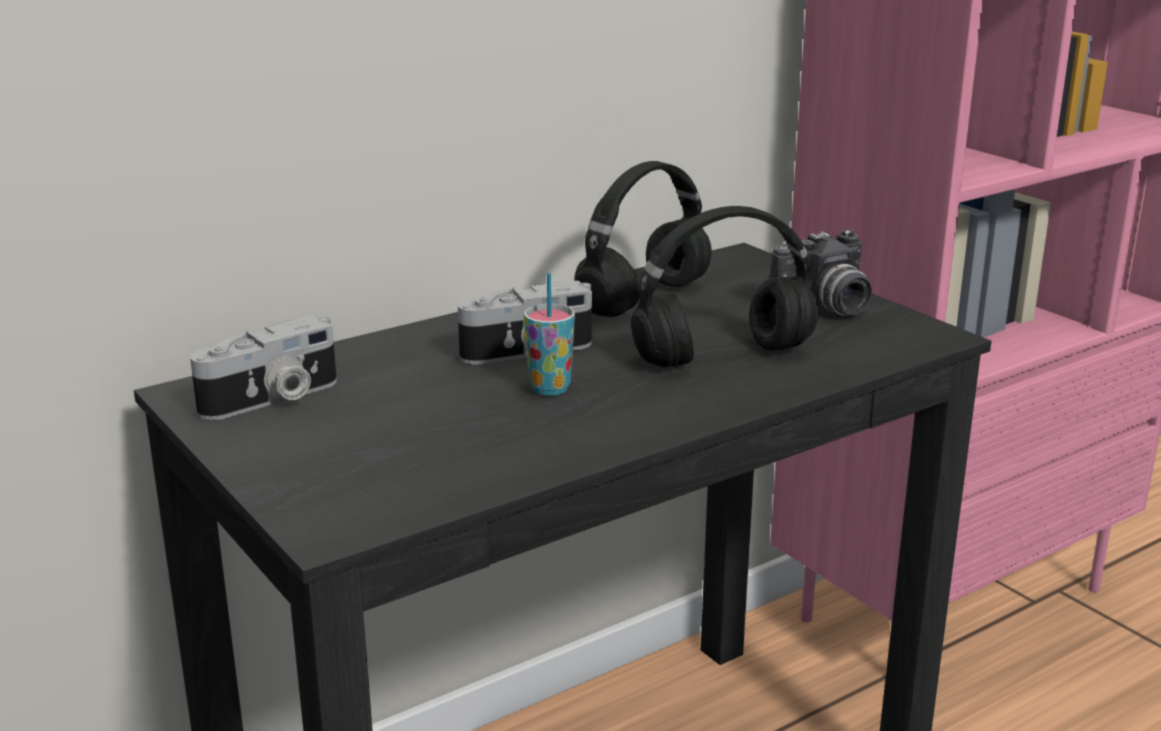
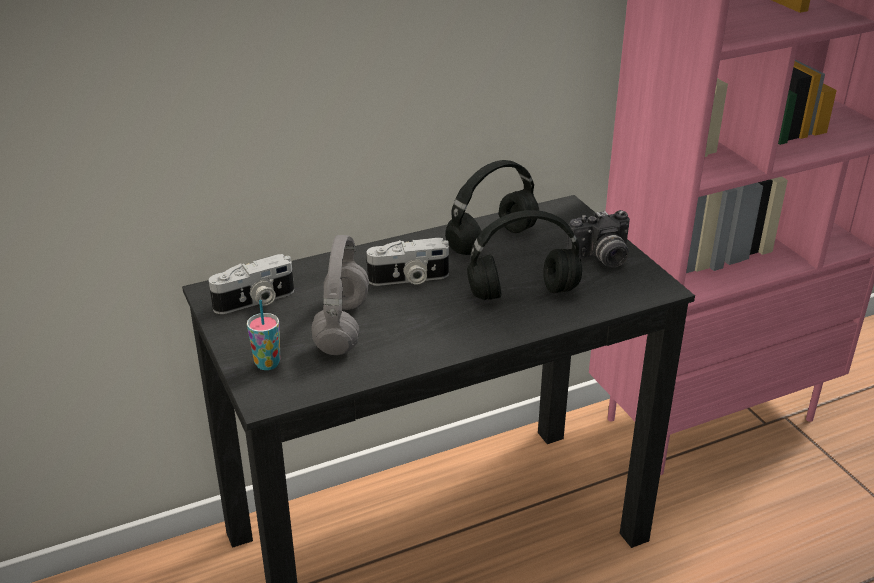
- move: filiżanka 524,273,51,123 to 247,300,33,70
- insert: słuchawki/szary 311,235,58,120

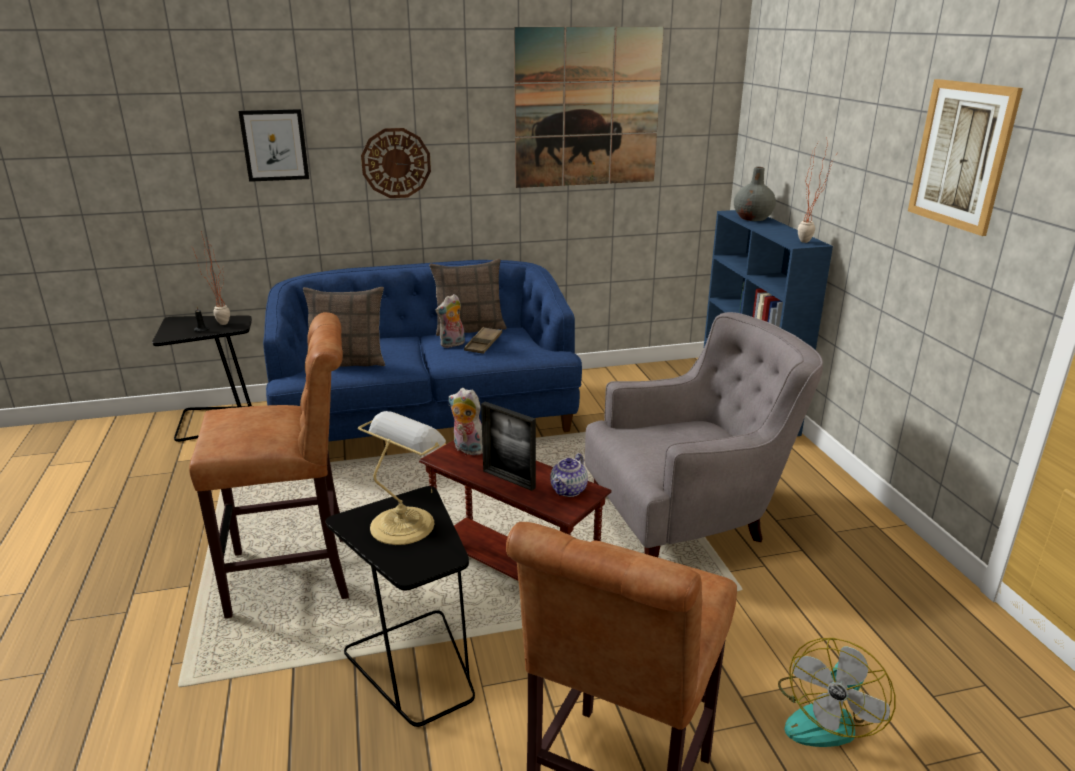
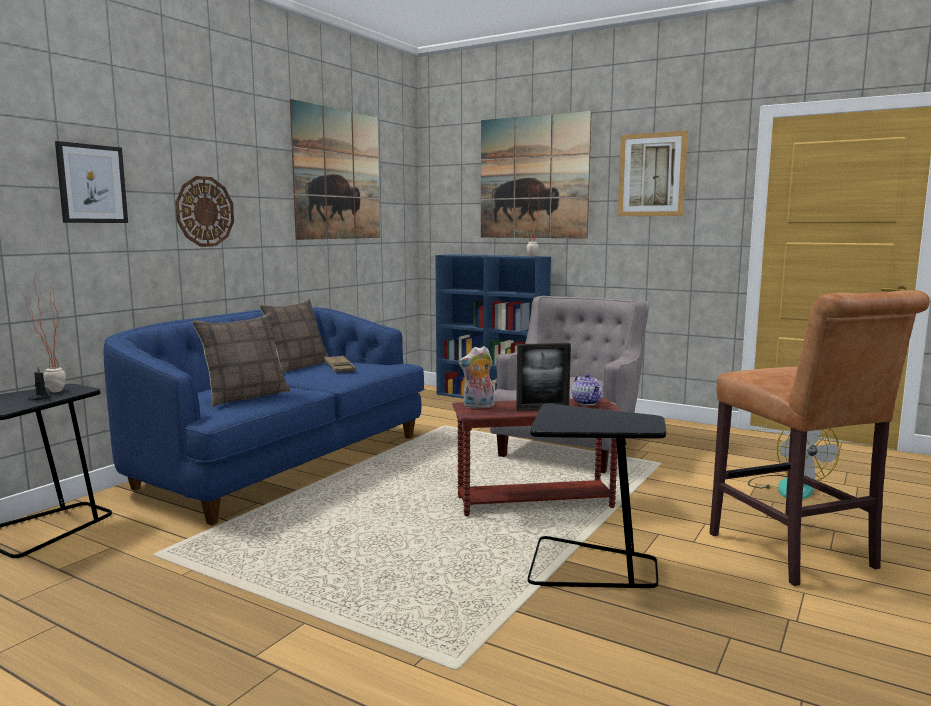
- delete: wazon/szary 734,167,42,54
- delete: pluszak 435,294,30,54
- delete: stołek/brązowy 189,312,160,306
- delete: lampa stołowa 358,411,88,134
- insert: obraz 481,111,111,127

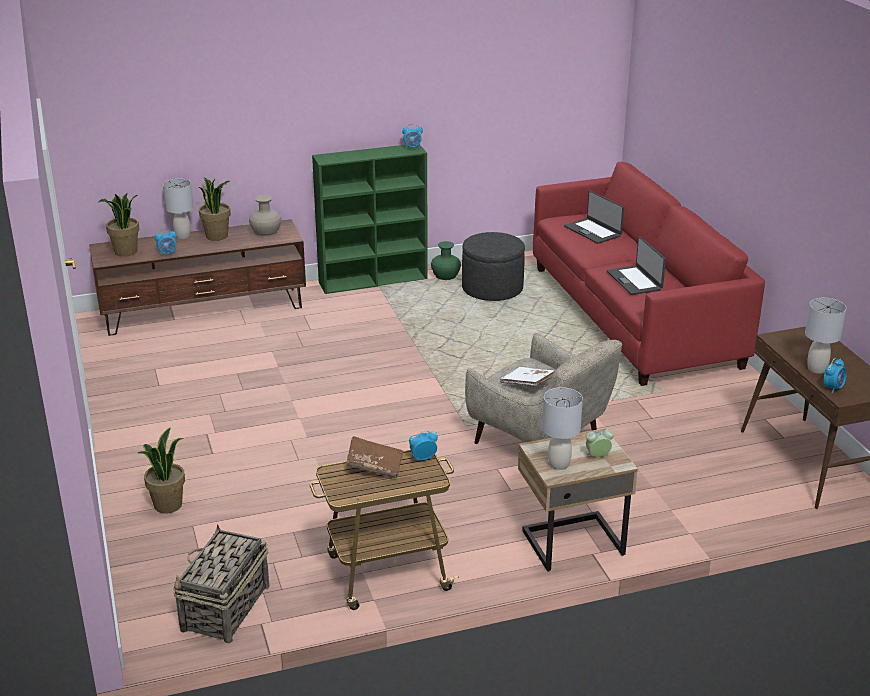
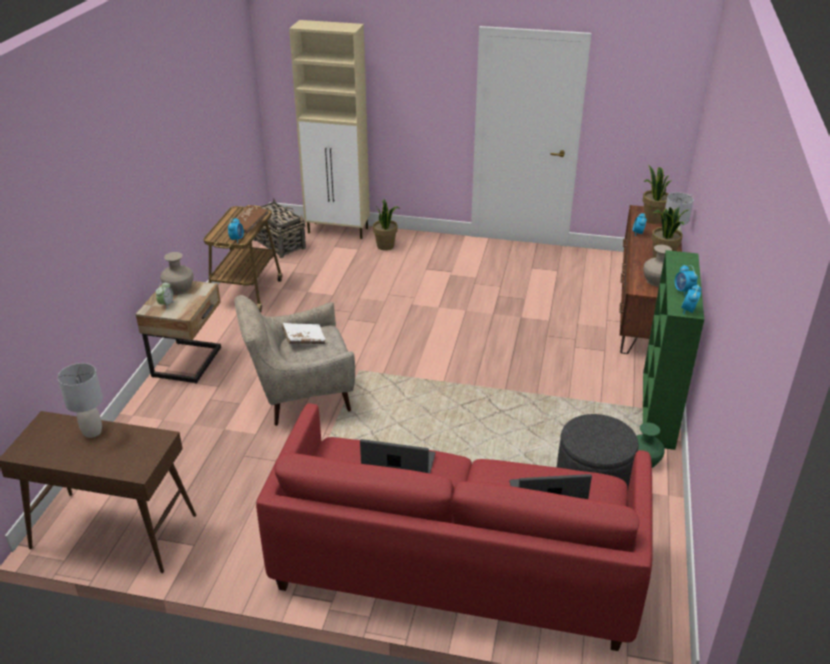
- move: budzik 824,358,23,36 to 675,265,23,31
- replace: lampa stołowa/szary 542,387,41,83 to wazon/beżowy 160,252,34,43
- insert: szafka/beżowy 289,20,81,219

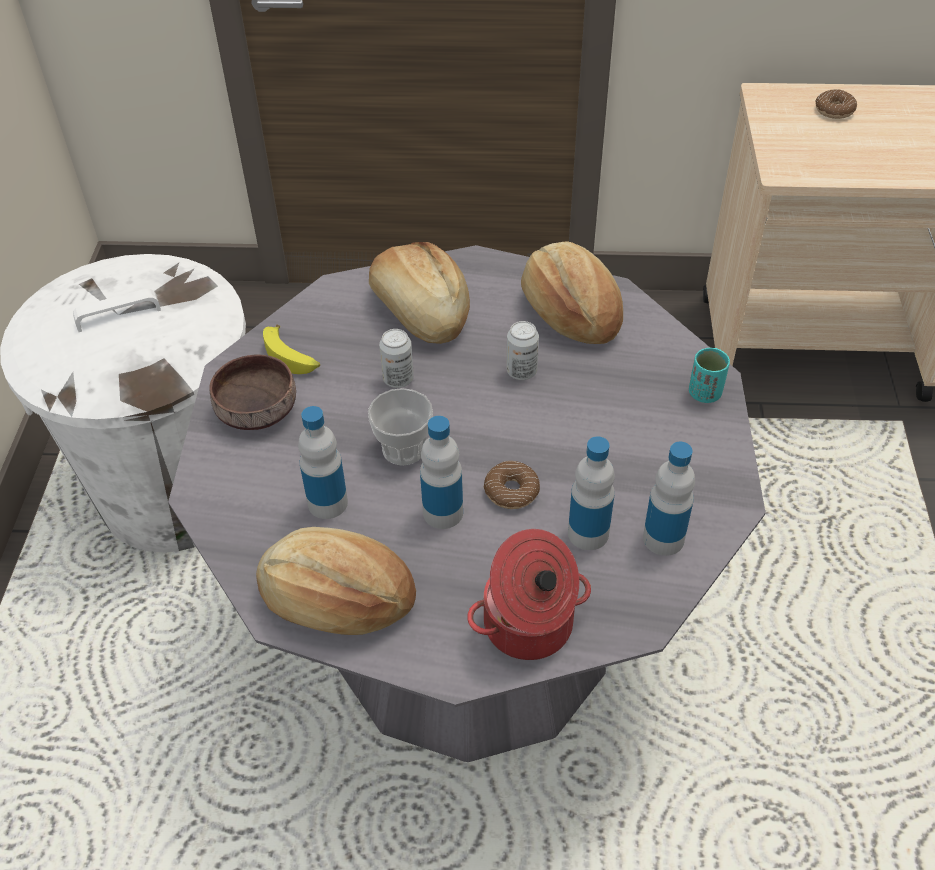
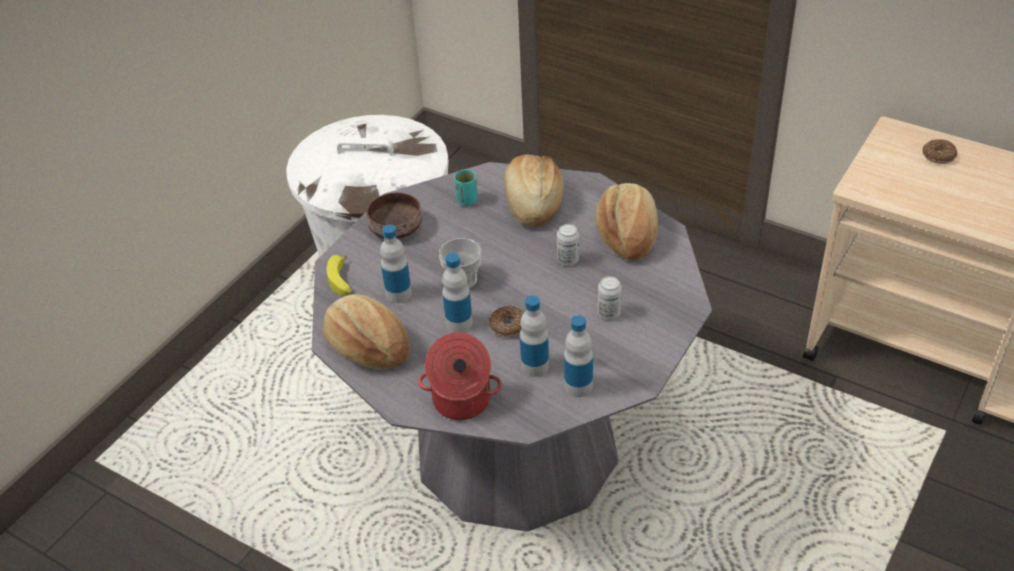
- move: banan 263,325,57,49 to 327,255,25,40
- move: puszka 379,329,35,59 to 598,276,24,44
- move: filiżanka/turkusowy 689,348,41,55 to 454,170,24,36

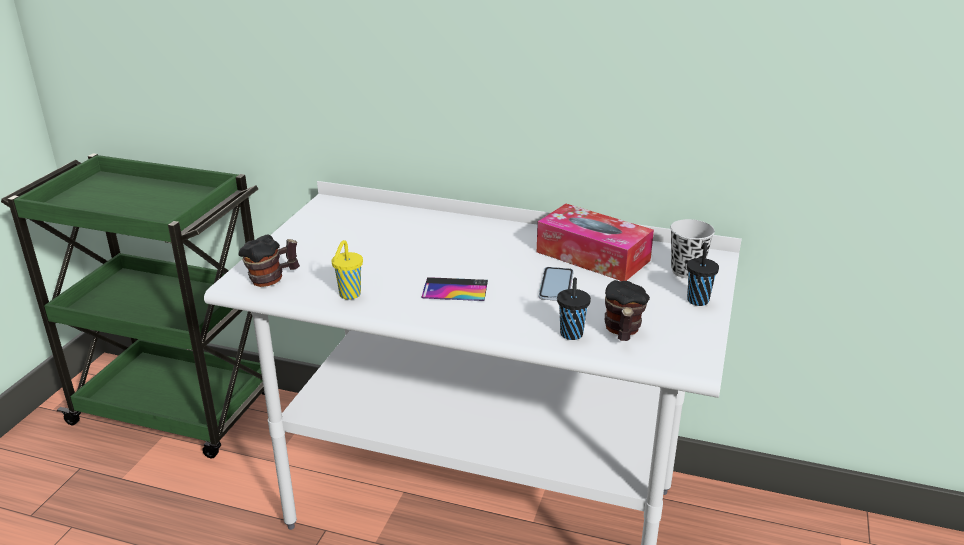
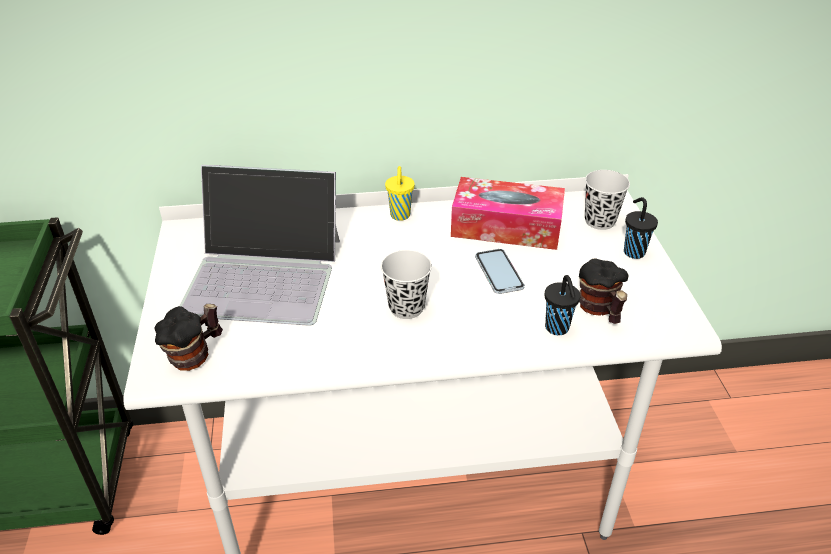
- move: filiżanka/żółty 332,240,31,60 to 385,166,30,55
- replace: telefon 421,277,67,24 to filiżanka/czarny 381,250,51,69
- insert: laptop 179,165,161,161

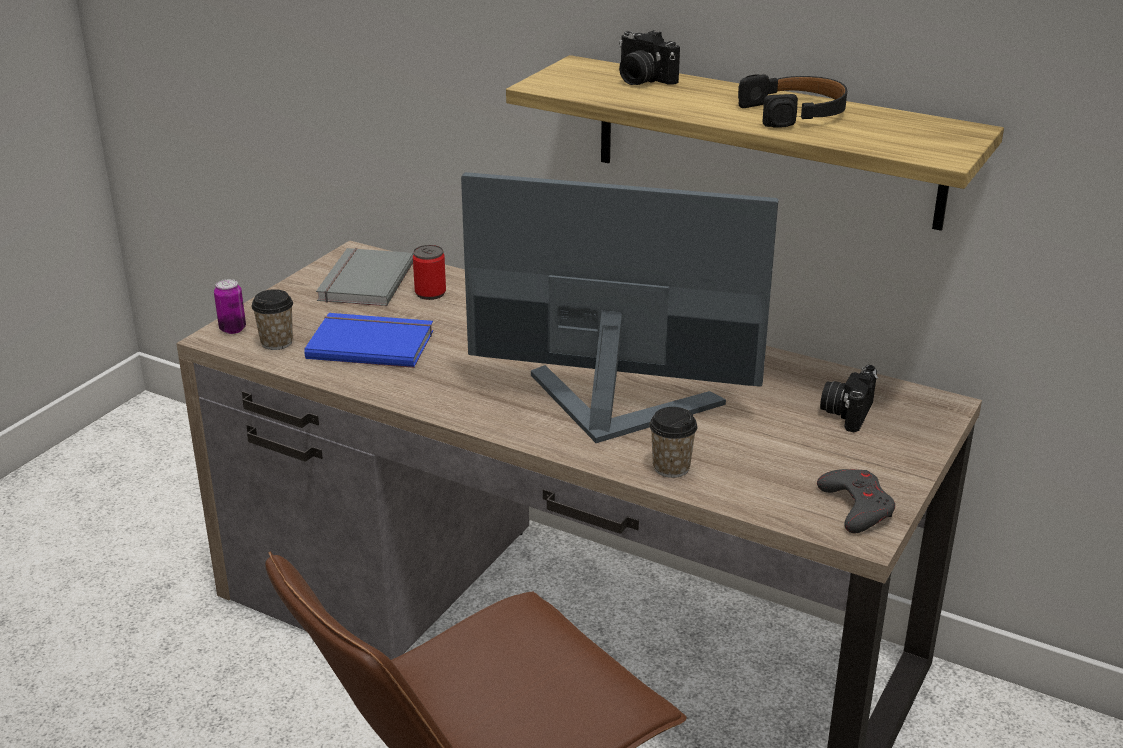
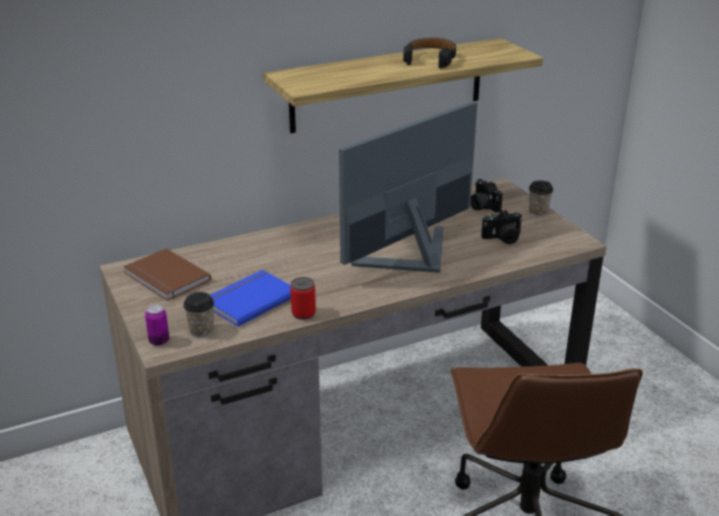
- move: aparat fotograficzny 619,30,61,55 to 481,210,42,34
- move: puszka 413,245,33,55 to 290,277,26,43
- recolor: książka/szary 316,248,97,58 to książka/brązowy 123,248,88,53
- move: filiżanka 649,407,49,71 to 529,180,24,36
- delete: pad do gier/szary 817,469,78,64

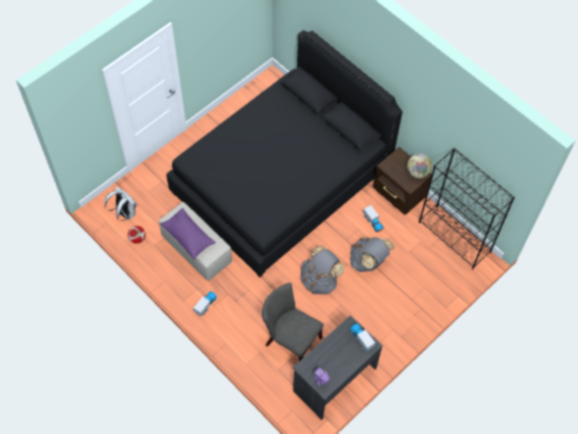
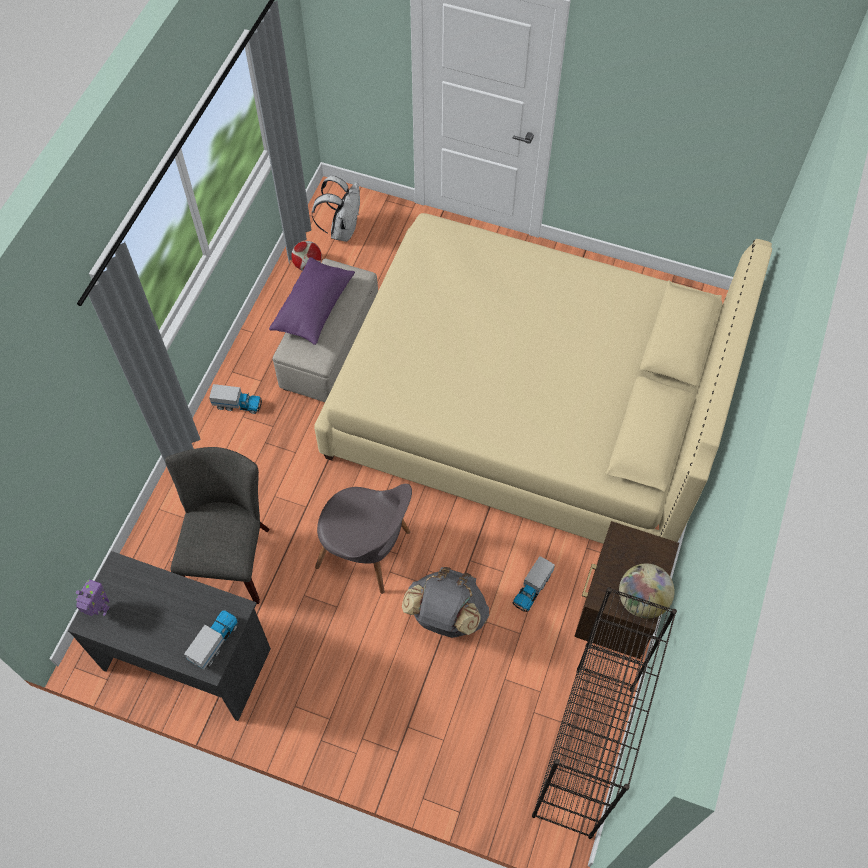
- recolor: łóżko/czarny 166,30,236,247 to łóżko/beżowy 314,213,458,331
- replace: plecak/szary 300,246,44,49 to krzesło/szary 315,484,97,110

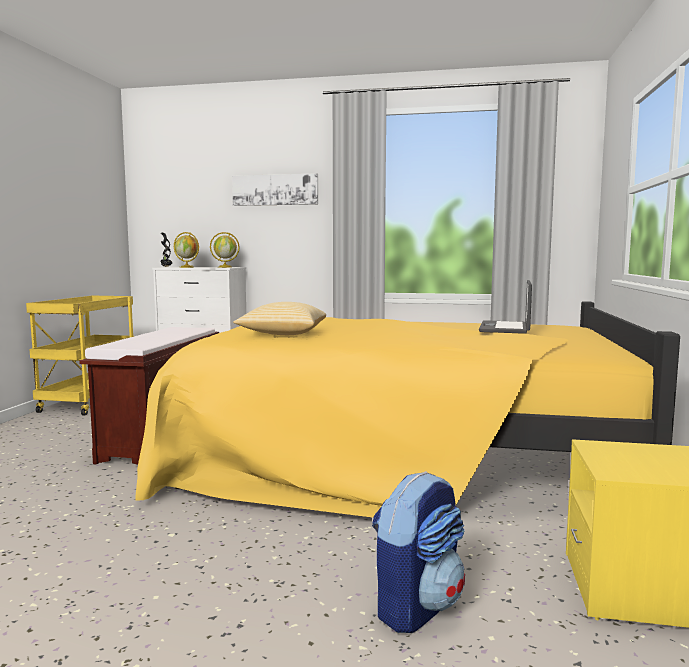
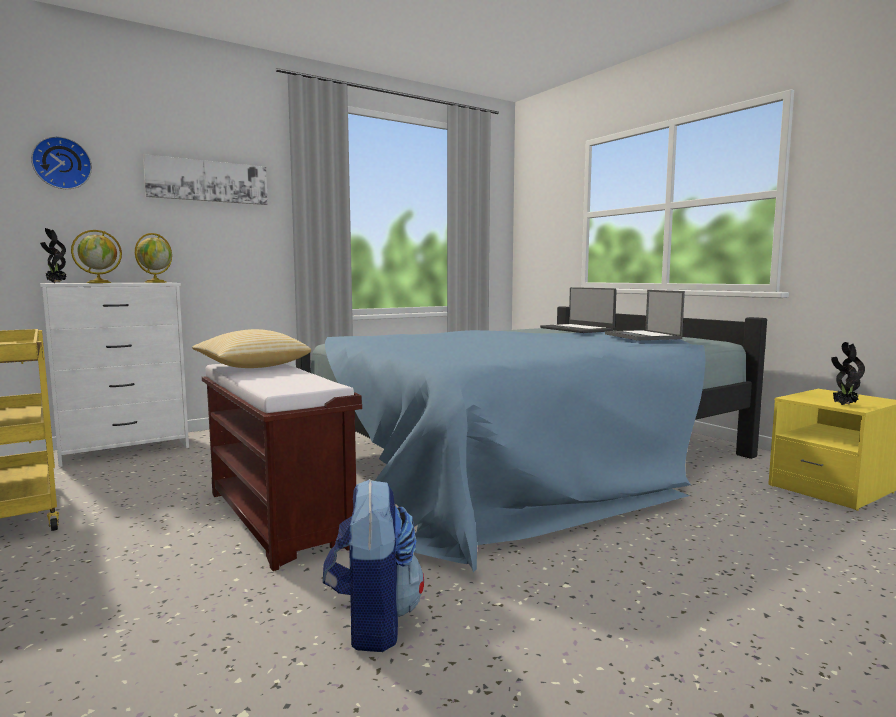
- recolor: łóżko/żółty 135,301,545,217 to łóżko/niebieski 296,306,471,266
- move: poduszka 233,302,93,33 to 192,329,119,39
- move: plecak 372,471,93,162 to 323,479,101,173
- insert: zegar ścienny 31,136,61,53
- insert: laptop 605,290,80,50
- insert: roślina doniczkowa 831,342,34,63

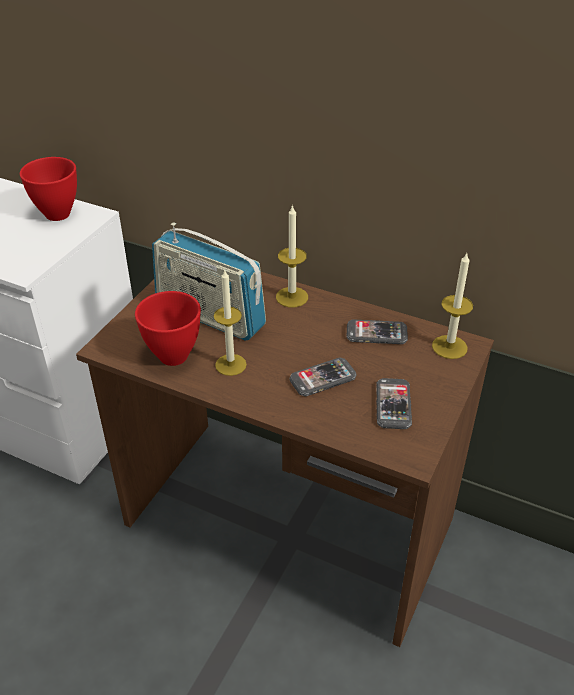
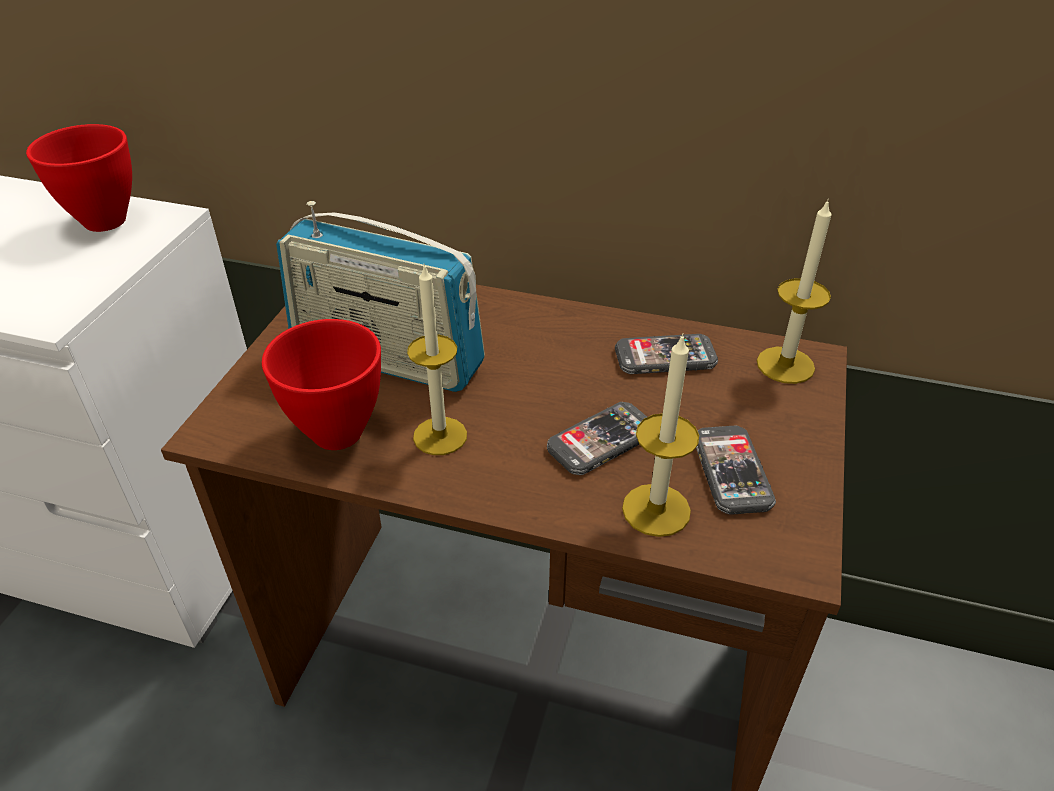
- move: świeca 276,204,32,103 to 622,333,77,204

